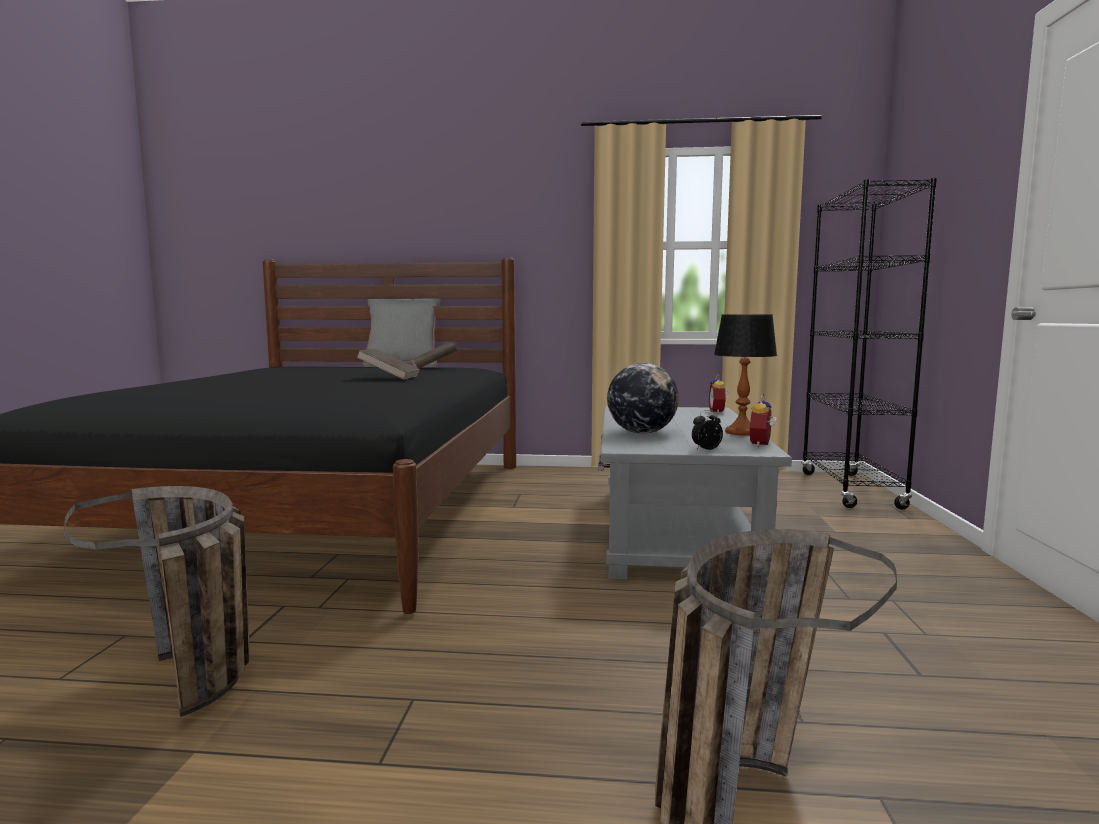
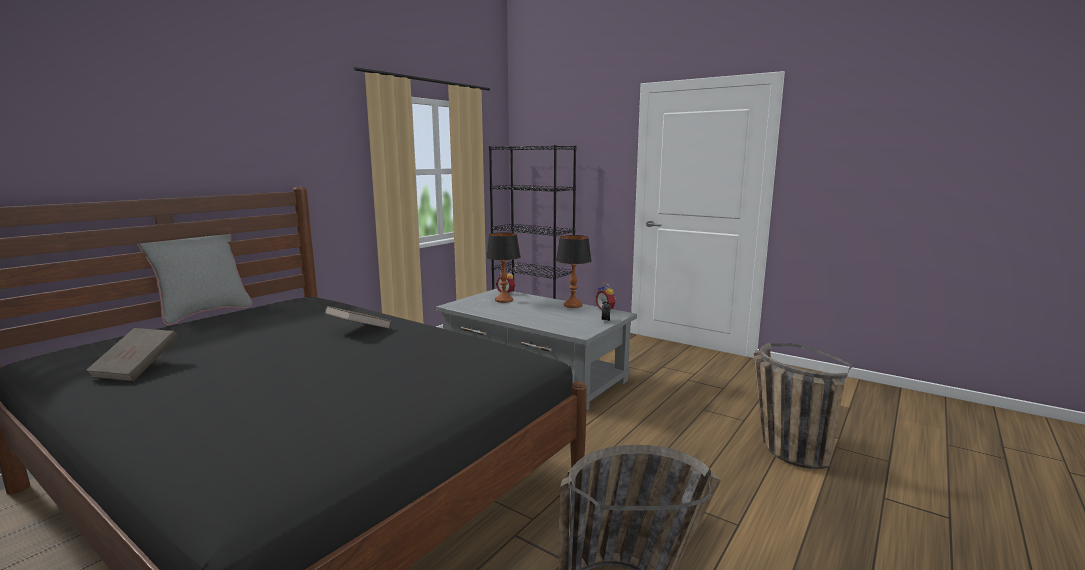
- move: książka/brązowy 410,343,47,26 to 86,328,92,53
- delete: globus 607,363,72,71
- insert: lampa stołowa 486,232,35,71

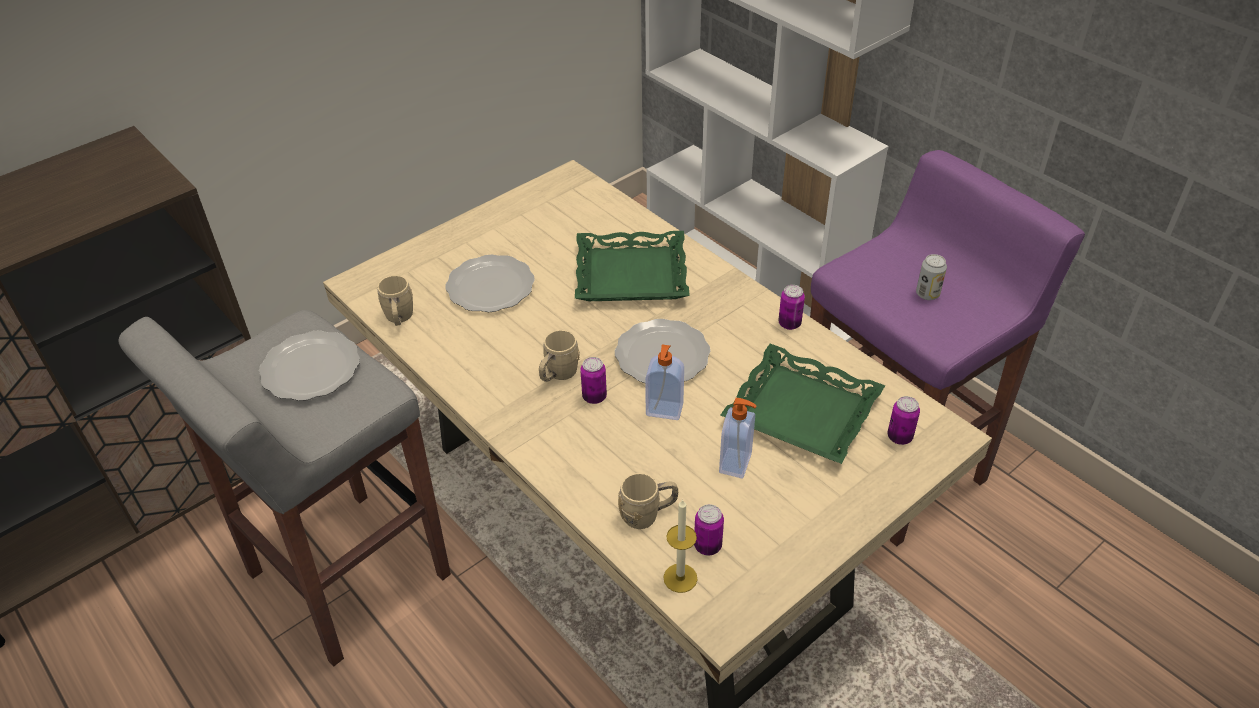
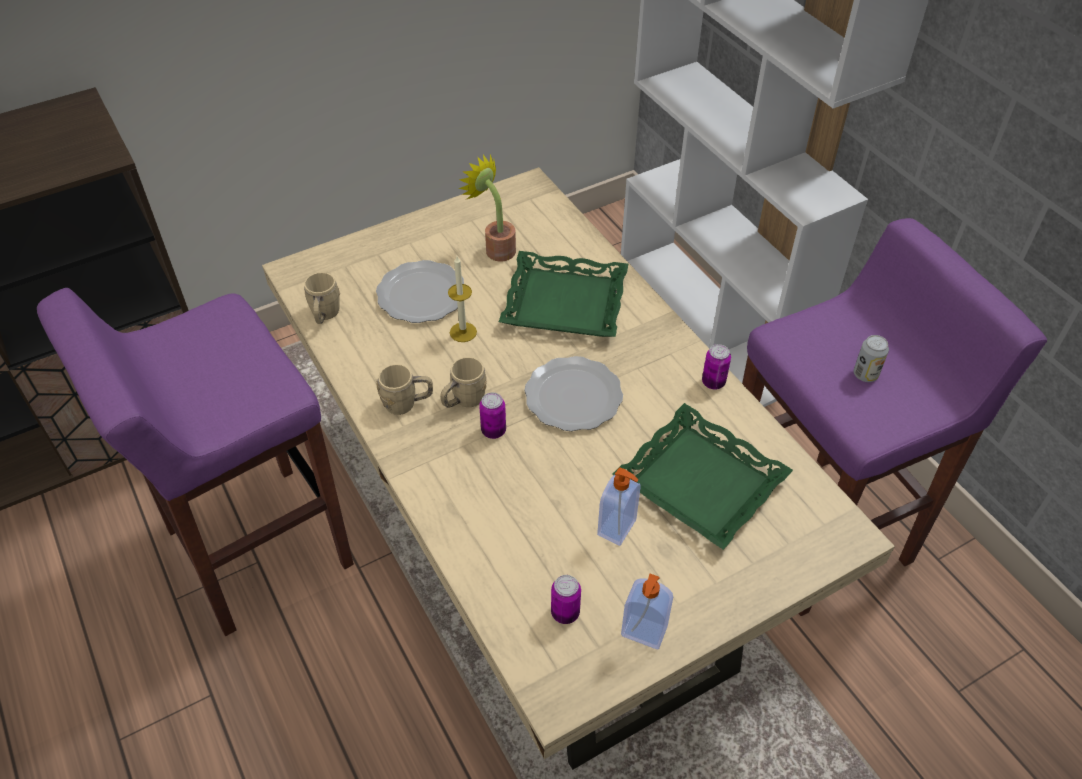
- recolor: stołek/szary 118,310,333,356 to stołek/fioletowy 37,288,317,348
- delete: talerz 259,330,101,71
- move: dozownik mydła 645,344,39,76 to 621,573,52,76
- delete: puszka 887,396,33,49
- move: kubek/beżowy 618,473,60,56 to 377,364,56,51
- move: świeca 663,499,34,94 to 448,256,29,86
- insert: roślina doniczkowa 458,154,58,108

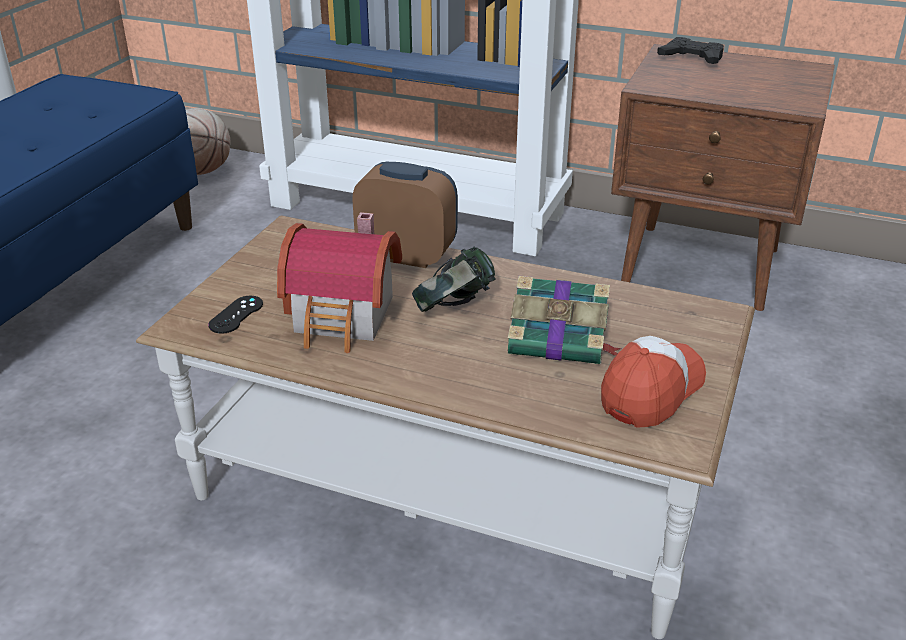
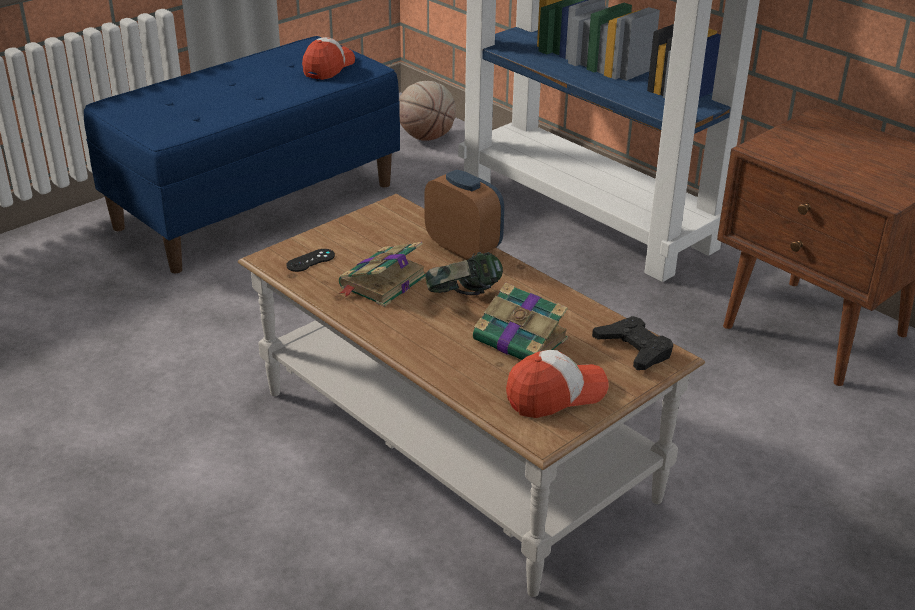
- move: pad do gier/czarny 657,37,67,27 to 592,316,81,54
- replace: domek 277,212,125,141 to książka 338,242,88,65
- insert: czapka z daszkiem 302,37,53,43

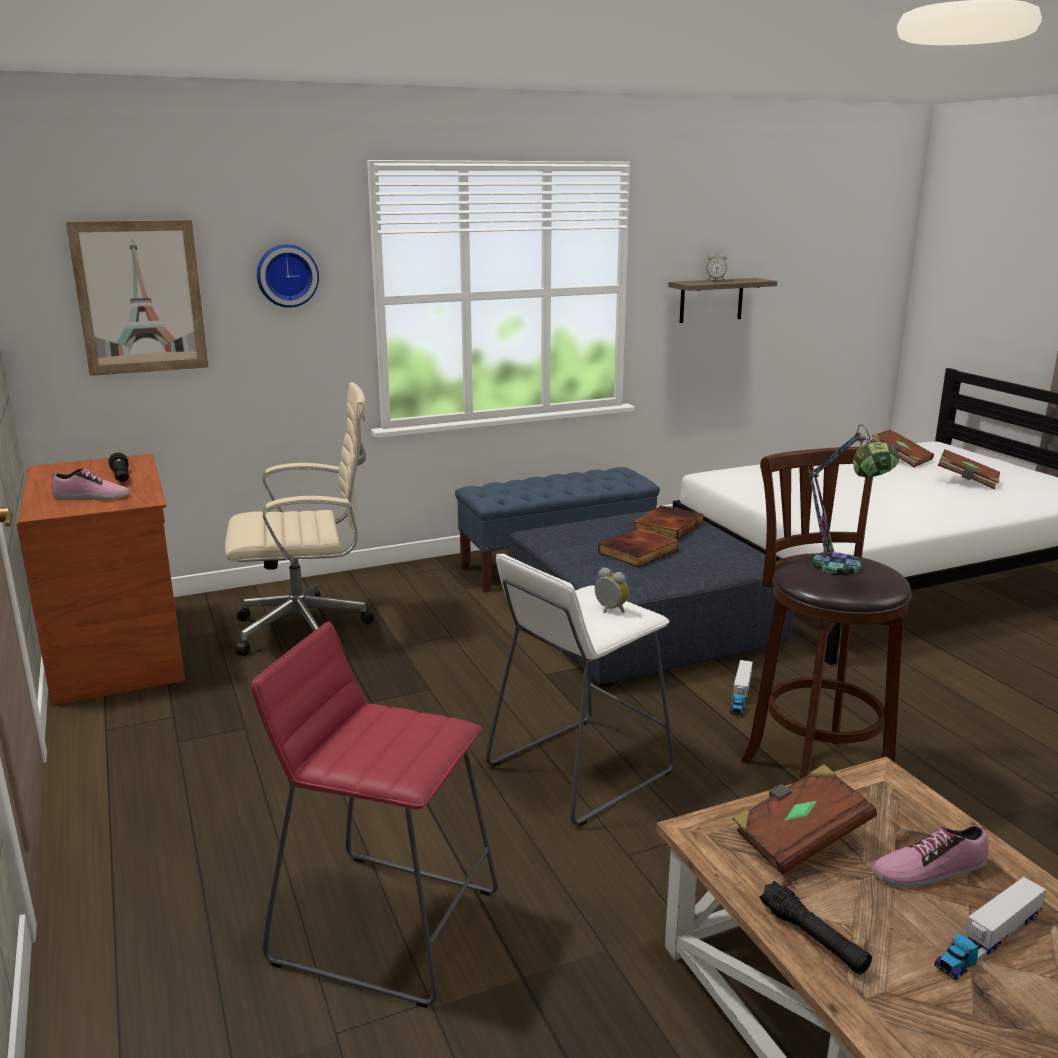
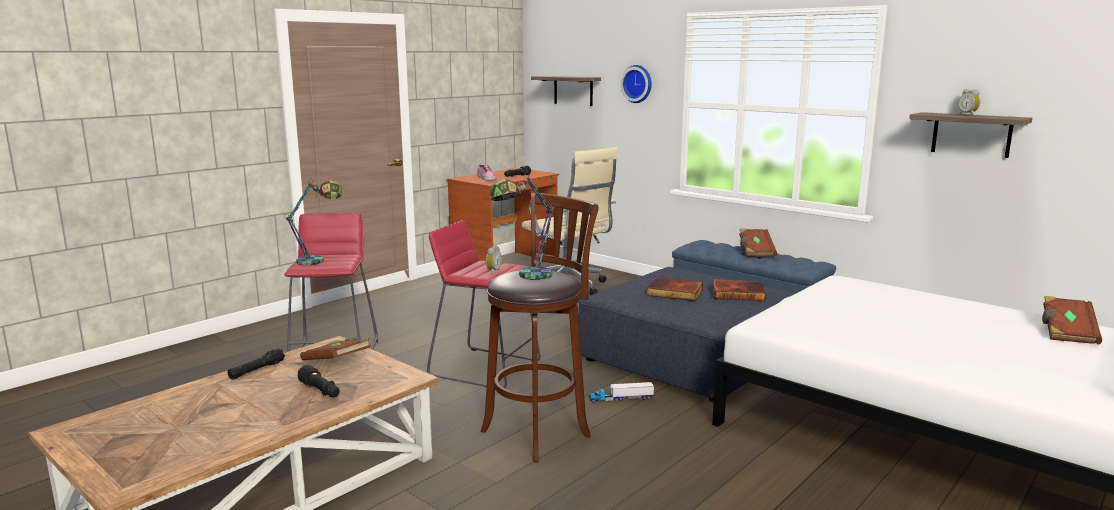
- replace: obraz 66,220,142,156 to półka 531,76,70,30
- move: książka/brązowy 938,449,62,40 to 739,228,38,29
- recolor: stołek/biały 486,554,188,272 to stołek/czerwony 427,220,114,168
- replace: but 873,825,116,62 to latarka/czarny 298,365,42,33
- delete: ciężarówka zabawkowa 934,877,112,103
- insert: lampa stołowa 284,178,58,87

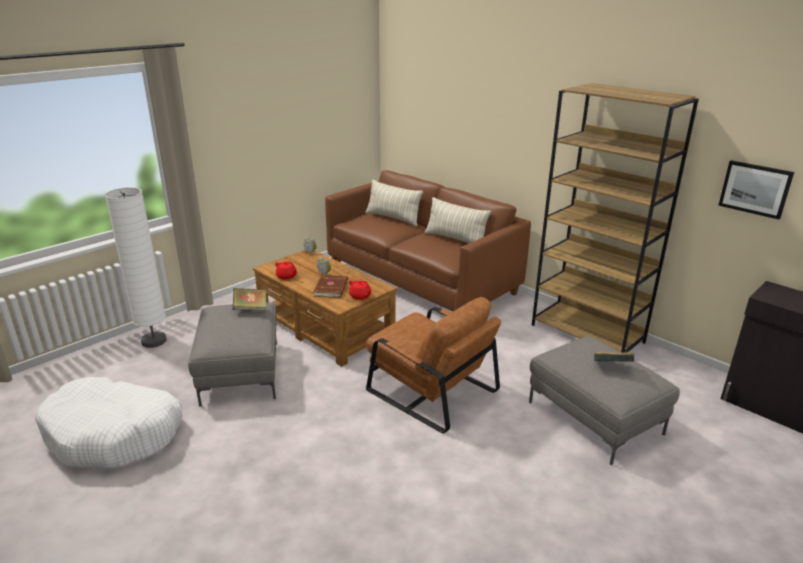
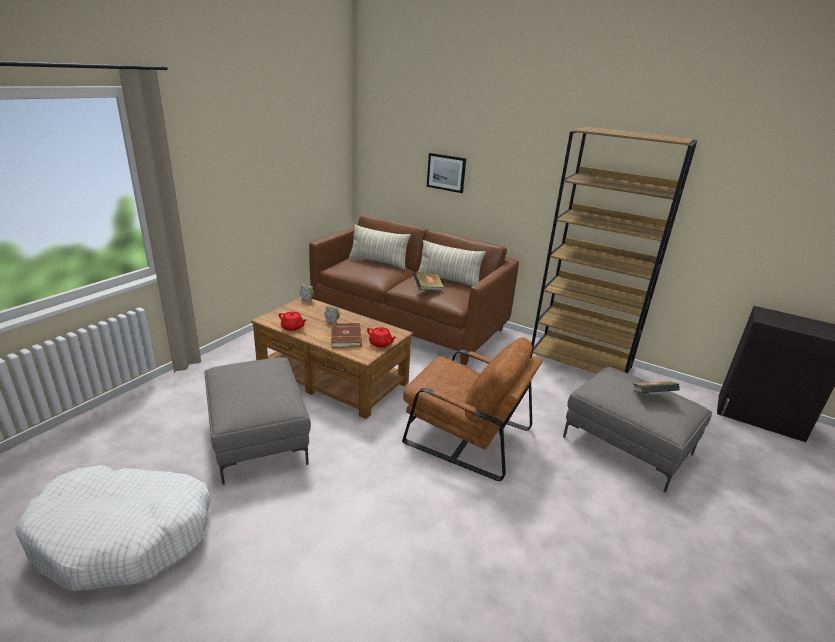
- move: obraz 718,160,76,60 to 427,153,39,40
- delete: lampa stojąca/biały 105,187,62,161
- move: książka 233,288,33,23 to 413,272,31,19

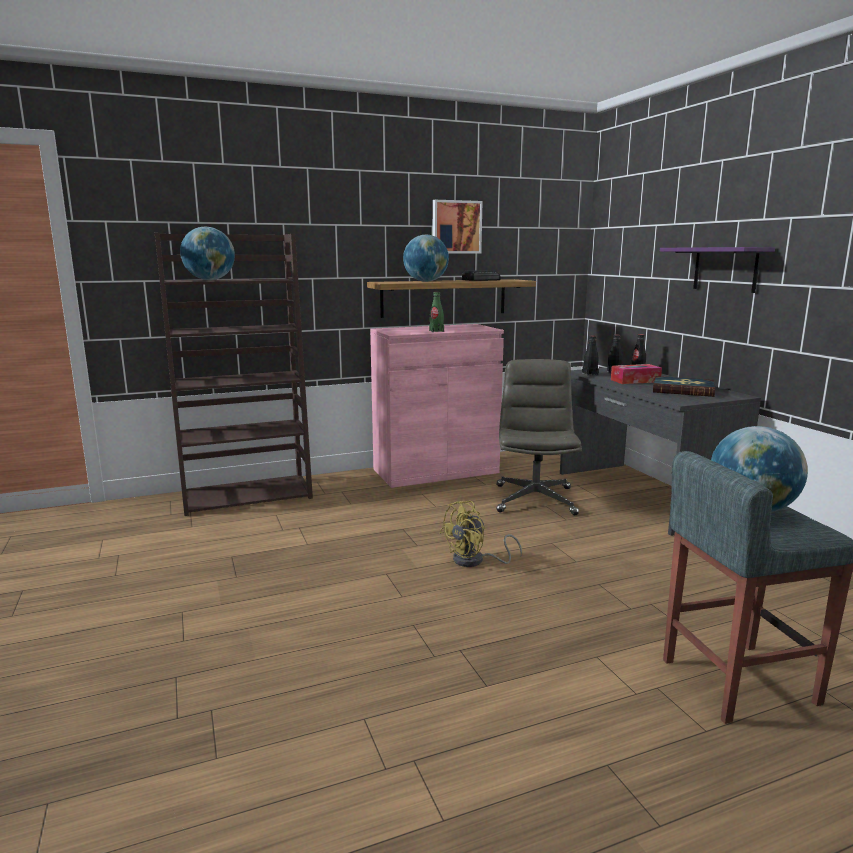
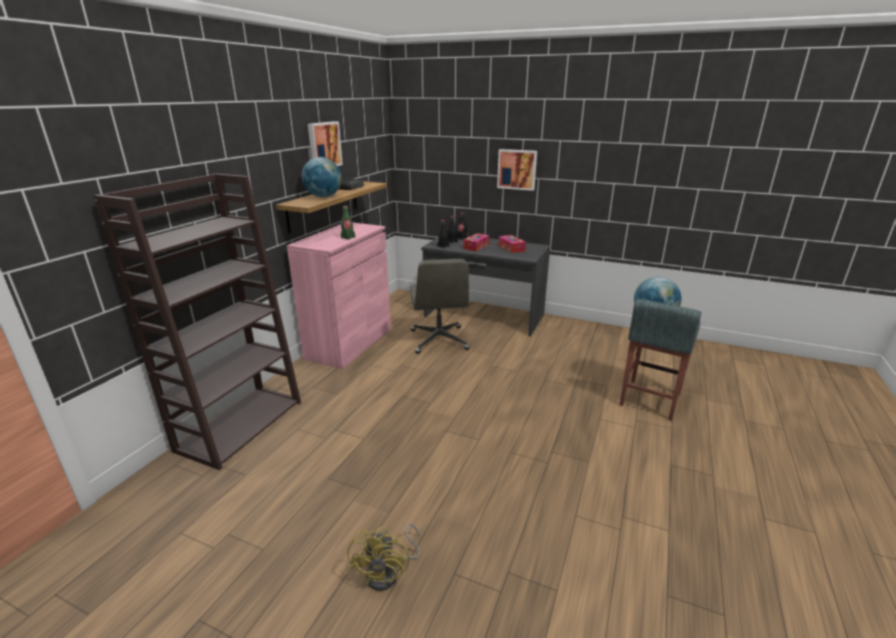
- delete: globus 180,227,55,53
- replace: półka/fioletowy 660,247,115,46 to obraz 497,149,40,42
- rotate: krzesło biurowe/szary 496,359,86,156 = 410,259,60,95 150 degrees counterclockwise
- replace: książka 653,376,62,21 to pudełko chusteczek 498,235,28,18
- move: wentylator/żółty 439,501,83,66 to 347,523,73,68

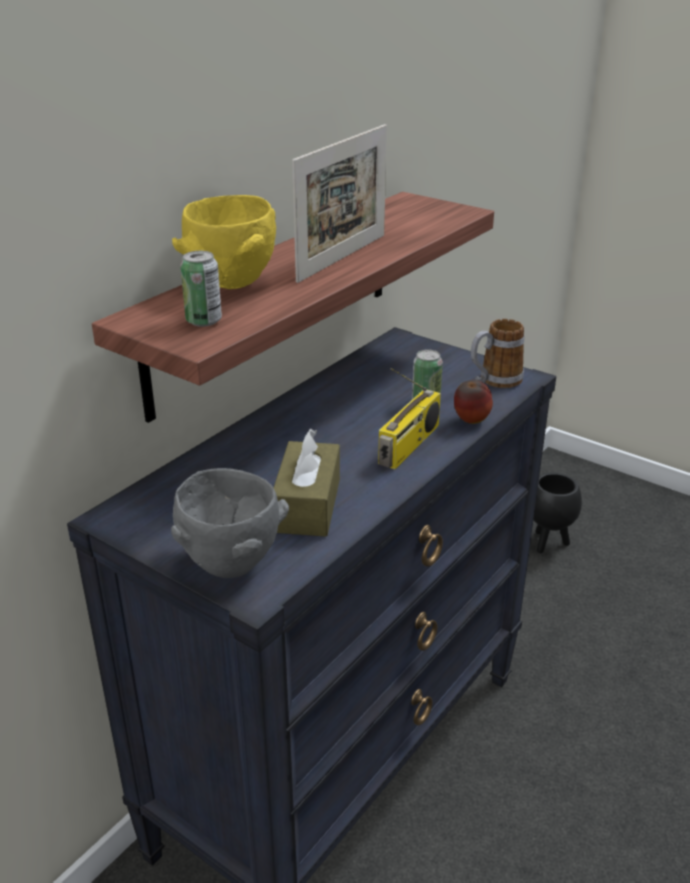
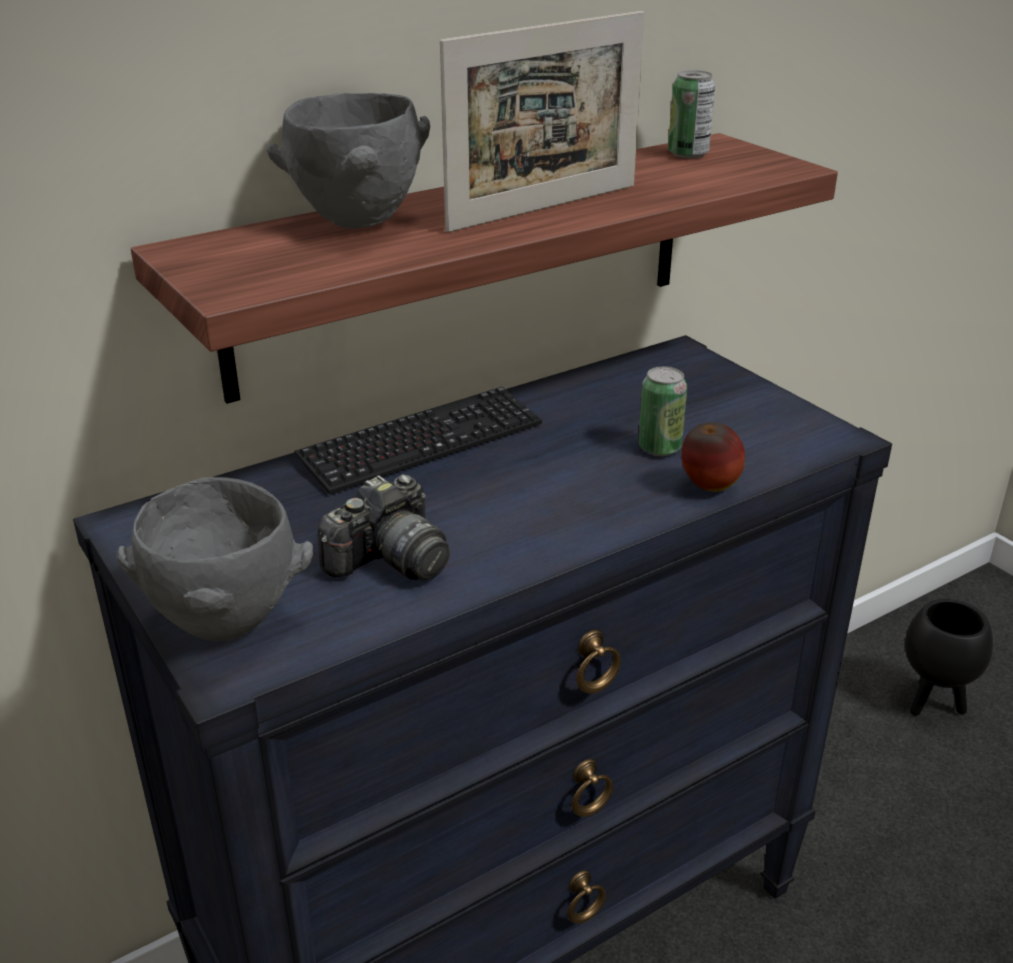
- recolor: miska/żółty 172,195,104,94 to miska/szary 267,93,163,136
- move: puszka 180,251,42,76 to 668,70,47,88
- delete: kubek 471,319,53,69
- delete: radio 378,368,63,101
- replace: pudełko chusteczek/brązowy 274,428,66,109 to aparat fotograficzny 317,474,133,107
- insert: klawiatura 295,387,247,108

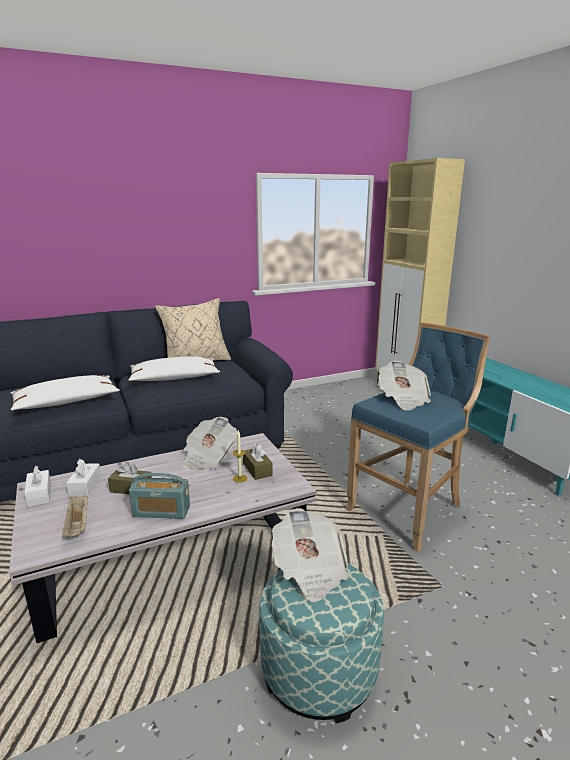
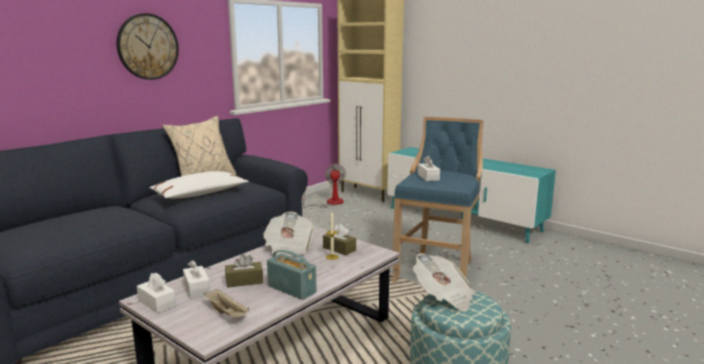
- replace: gazeta 378,361,53,49 to pudełko chusteczek/biały 418,156,22,25
- delete: poduszka/biały 11,375,109,35
- rotate: radio 129,473,61,46 = 267,250,49,50 120 degrees counterclockwise
- insert: zegar ścienny 117,13,62,67
- insert: wentylator 302,164,44,44

